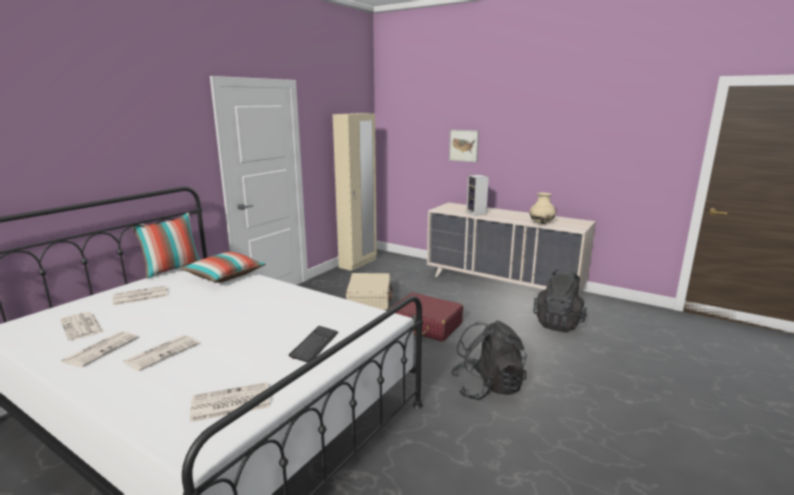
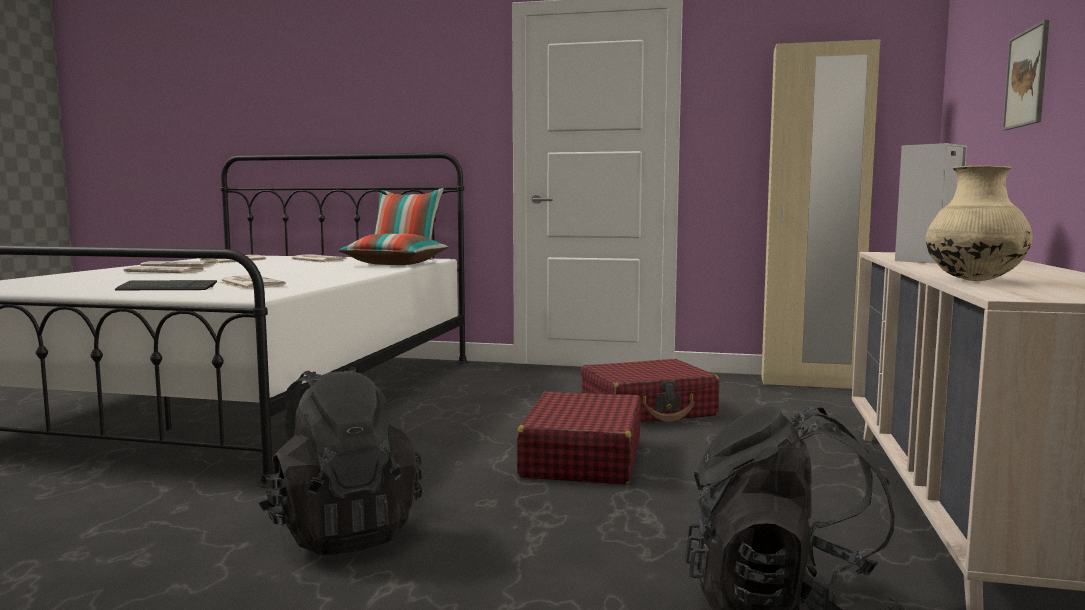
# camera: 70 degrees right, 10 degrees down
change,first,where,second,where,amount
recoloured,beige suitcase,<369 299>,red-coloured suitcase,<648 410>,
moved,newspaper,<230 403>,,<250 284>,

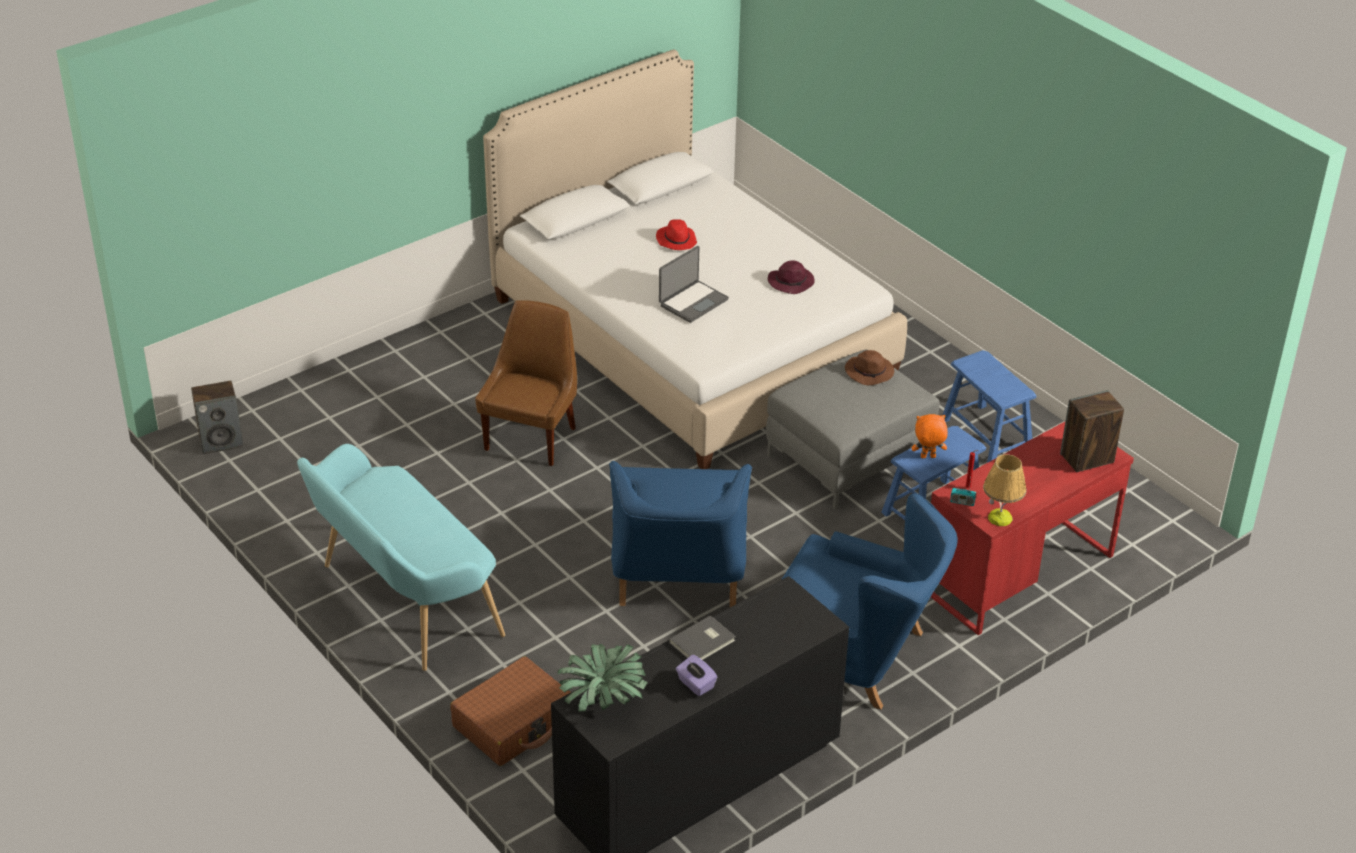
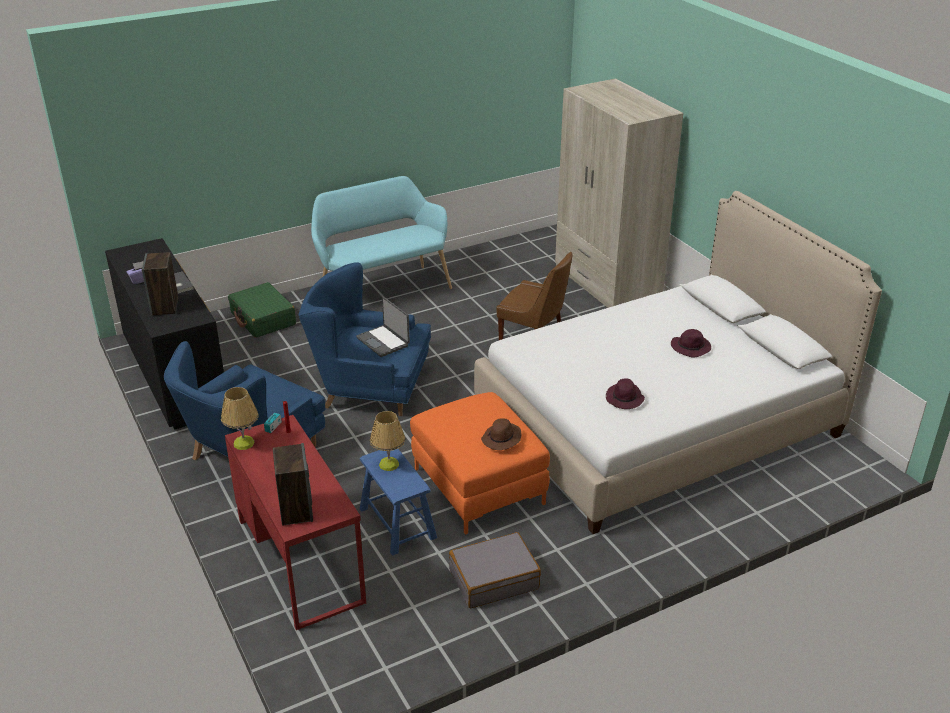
# camera: 100 degrees right, 5 degrees down
change,first,where,second,where,amount
recoloured,red-coloured clothing hat,<676 240>,purple clothing hat,<691 347>,
moved,notebook computer,<692 302>,,<383 341>,
recoloured,grey pouffe,<849 457>,orange pouffe,<479 486>,
replaced,bluish sitting stool,<986 434>,grey suitcase,<493 579>,
moved,audio speaker,<221 441>,,<165 306>,
replaced,orange cuddly toy,<928 457>,lamp for a table,<389 464>,
removed,houseplant,<603 701>,,,
recoloured,brownish suitcase,<514 723>,greenish suitcase,<263 319>,
added,,,beige armoire,<606 283>,

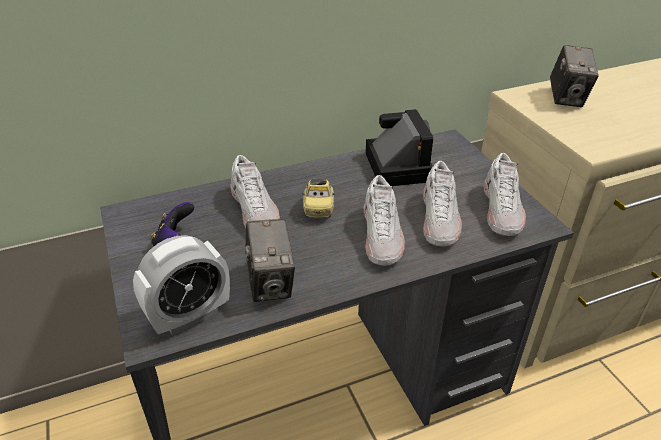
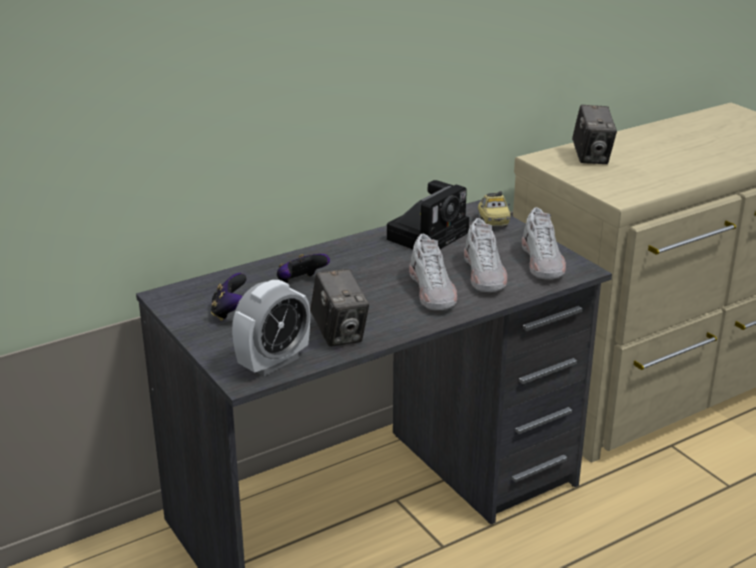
# camera: 10 degrees left, 10 degrees down
change,first,where,second,where,amount
turned,photo camera,<395 165>,,<429 234>,60 degrees clockwise
replaced,white shoe,<255 211>,game controller,<300 283>,
moved,toy car,<318 209>,,<493 222>,

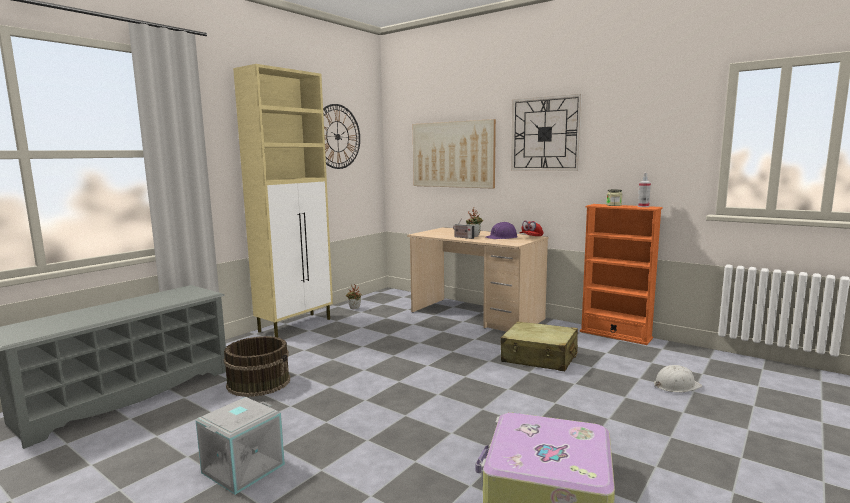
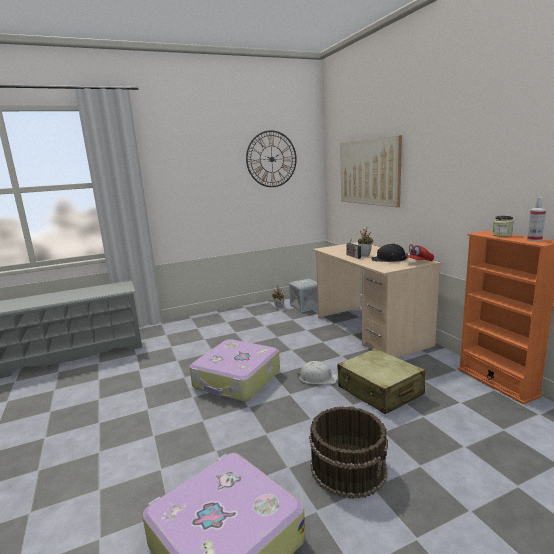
# camera: 30 degrees right, 5 degrees up
change,first,where,second,where,amount
removed,beige storage cabinet,<296 325>,,,
removed,hanging clock,<545 134>,,,
recoloured,purple safety helmet,<502 237>,black-coloured safety helmet,<389 259>,
moved,brownish pail,<259 382>,,<349 468>,
moved,white safety helmet,<676 385>,,<317 378>,
moved,grey storage bin,<243 468>,,<305 306>,
added,,,suitcase,<237 380>,

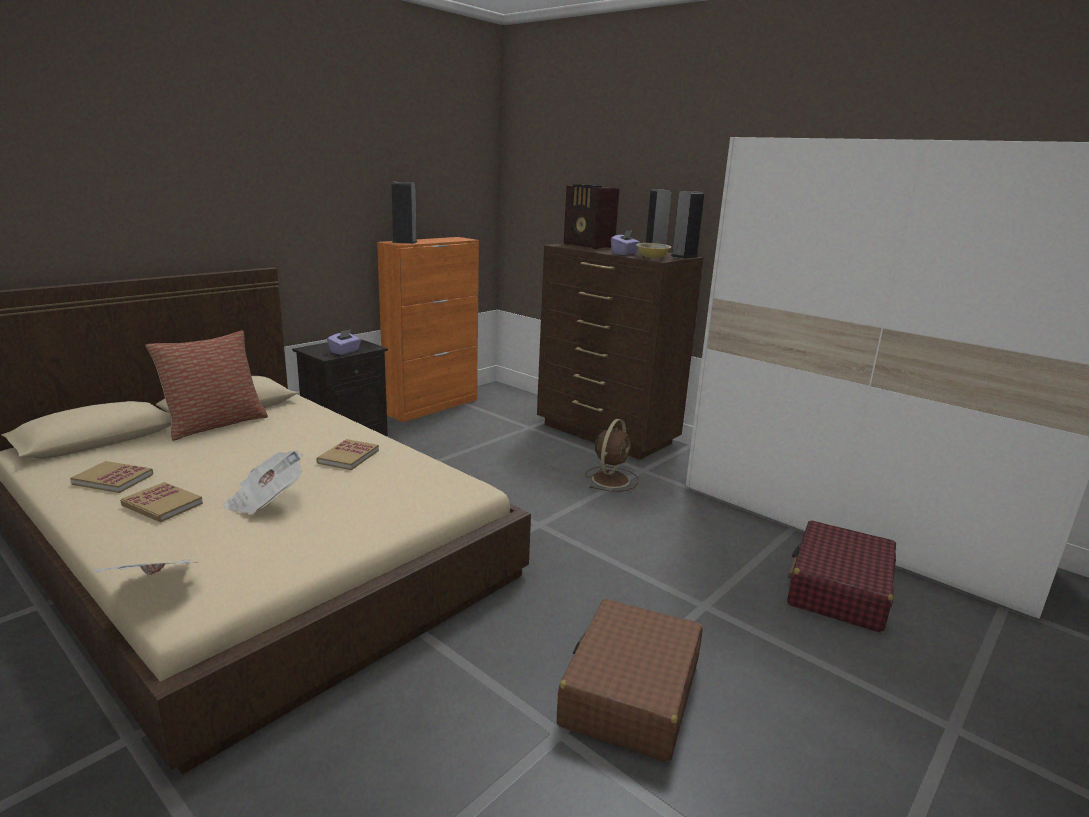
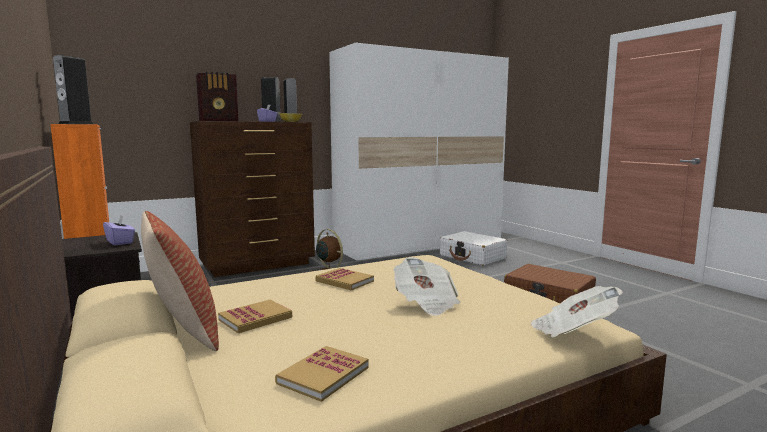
# camera: 70 degrees left, 10 degrees down
change,first,where,second,where,amount
moved,bound book,<162 505>,,<255 319>,
recoloured,red-coloured suitcase,<838 590>,white suitcase,<472 257>,

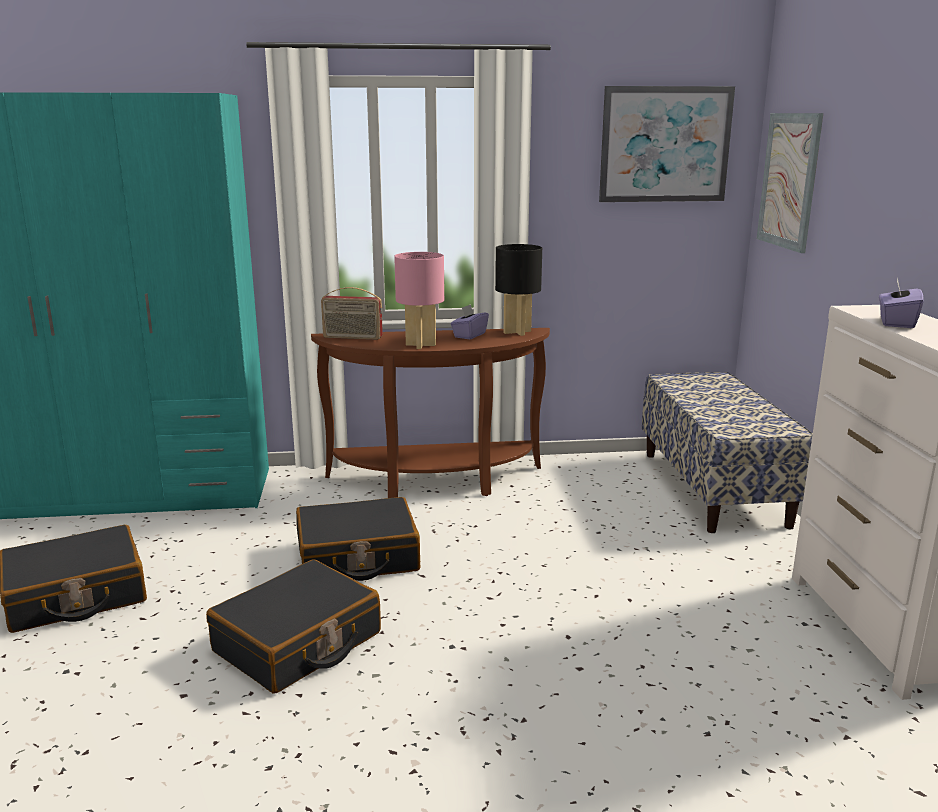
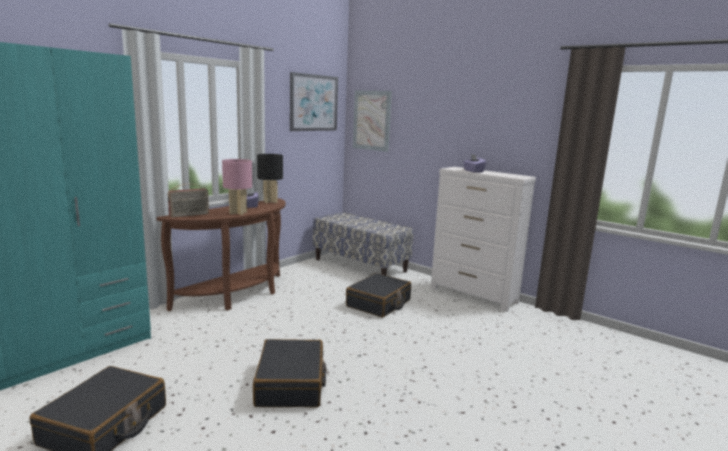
# camera: 45 degrees left, 5 degrees down
change,first,where,second,where,amount
moved,black-coloured suitcase,<357 557>,,<379 303>,

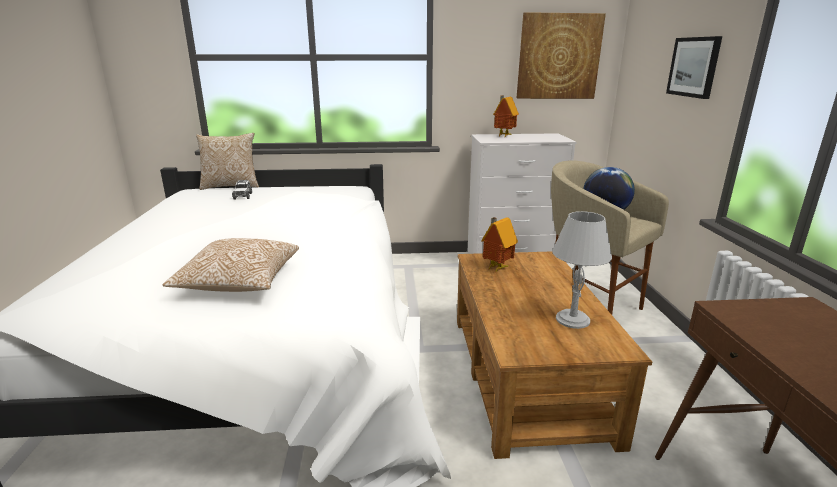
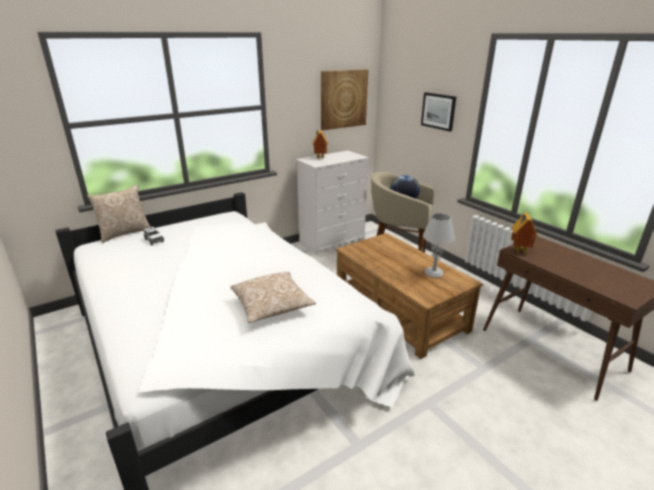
# camera: 30 degrees left, 5 degrees up
change,first,where,second,where,amount
moved,toy house,<496 268>,,<518 250>,

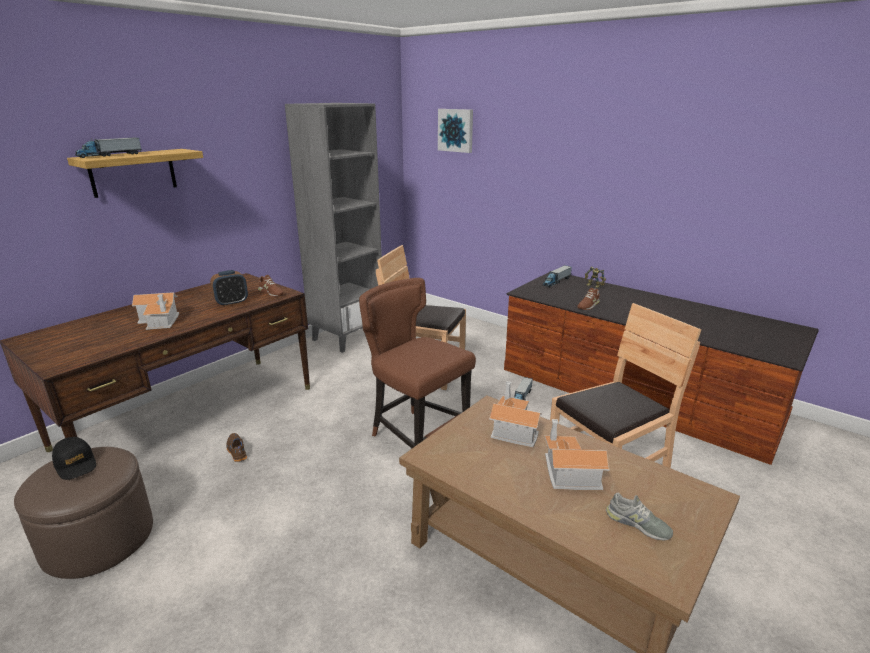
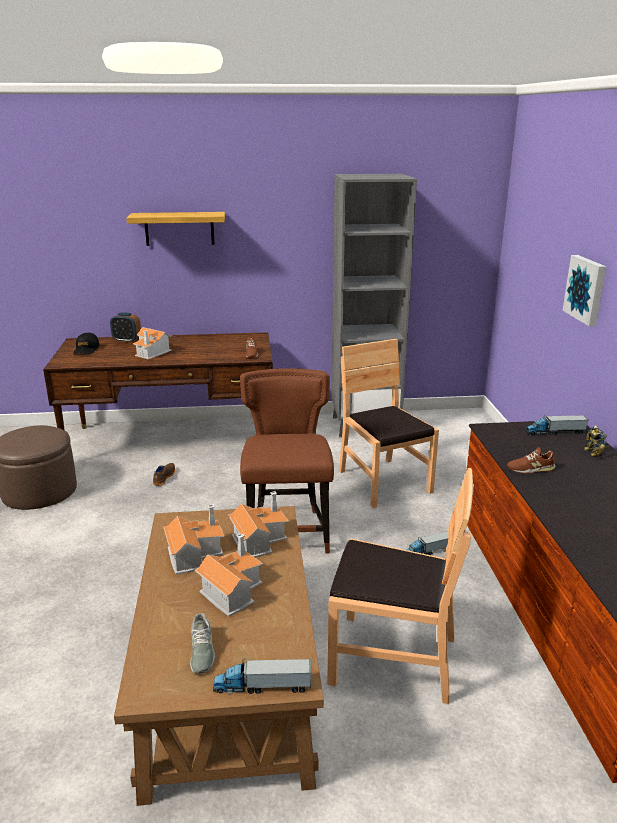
# camera: 45 degrees right, 0 degrees up
change,first,where,second,where,amount
moved,wall picture,<456 130>,,<586 289>,
moved,toy lorry,<110 155>,,<262 686>,
moved,alarm clock,<231 303>,,<127 340>,
moved,black-coloured peaked cap,<75 464>,,<86 349>,
added,,,toy house,<194 553>,

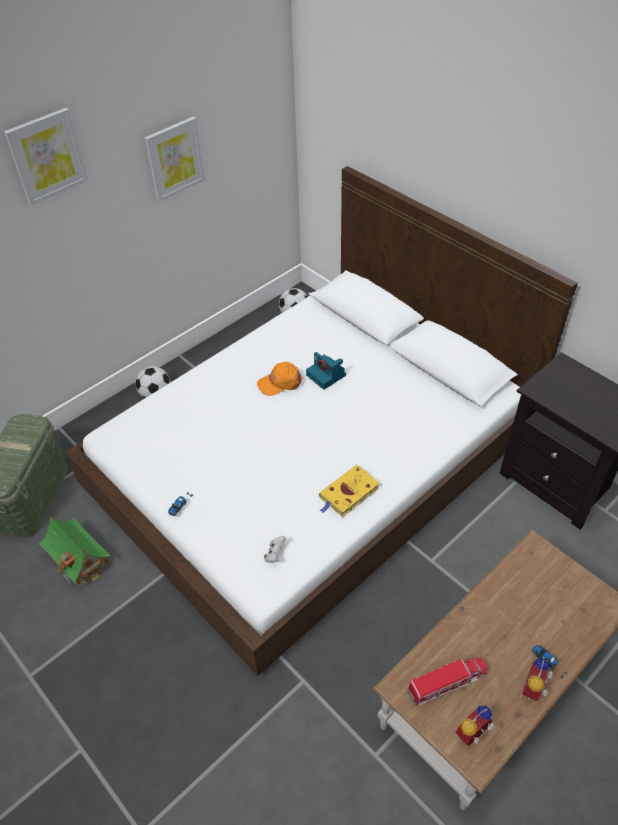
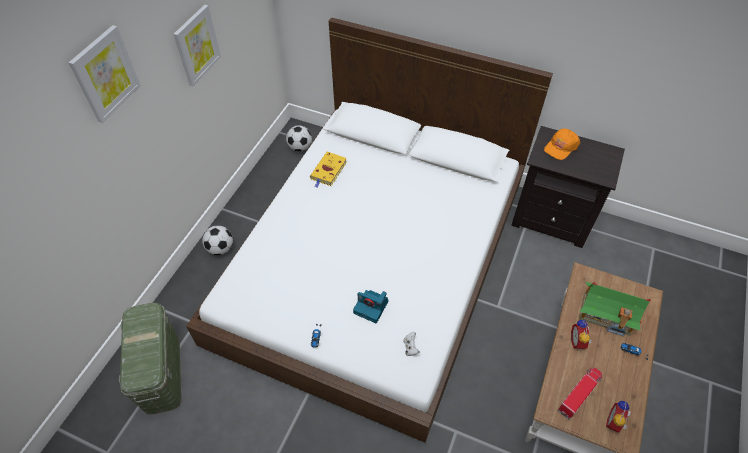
# camera: 25 degrees left, 5 degrees up
change,first,where,second,where,amount
moved,photo camera,<327 375>,,<372 307>,
moved,orange peaked cap,<280 382>,,<561 147>,
moved,yellow bound book,<348 494>,,<328 171>,
moved,toy house,<79 559>,,<607 313>,
moved,alarm clock,<534 689>,,<578 342>,

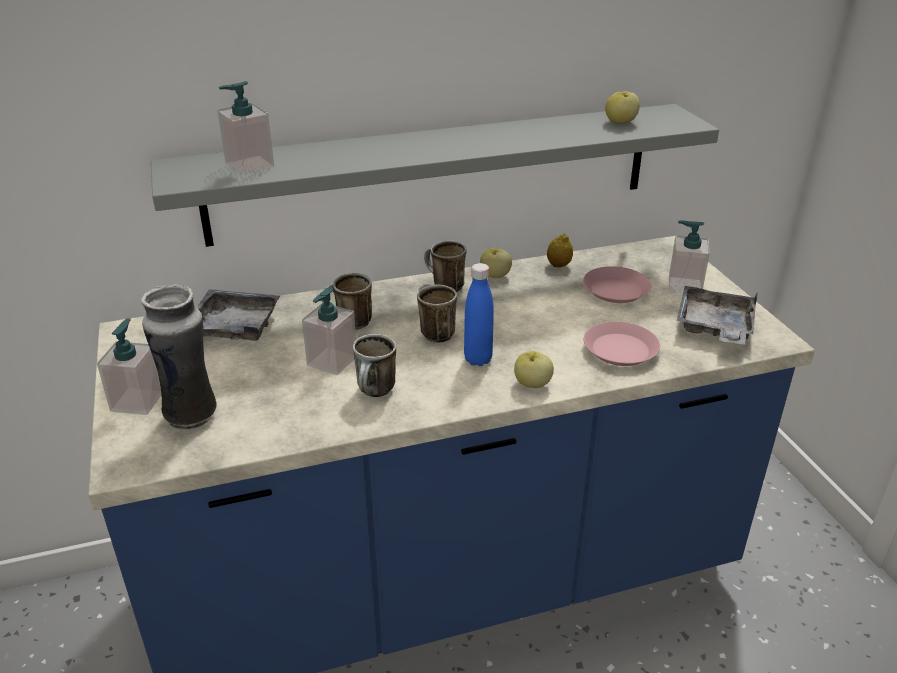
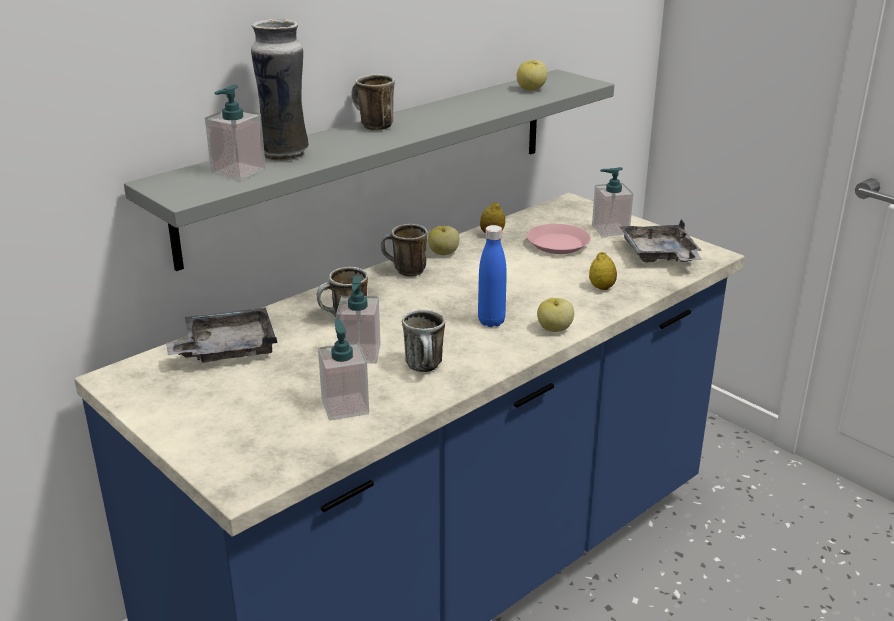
# camera: 25 degrees left, 5 degrees down
change,first,where,second,where,amount
moved,flower vase,<192 415>,,<285 154>,
moved,coffee mug,<433 333>,,<371 125>,
moved,soap bottle,<137 401>,,<345 406>,
replaced,pink-coloured plate,<620 349>,citrus fruit,<601 287>,

